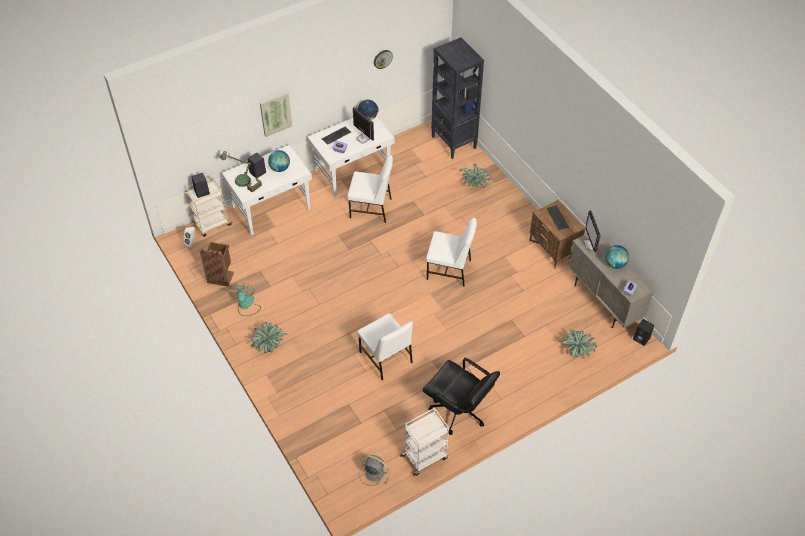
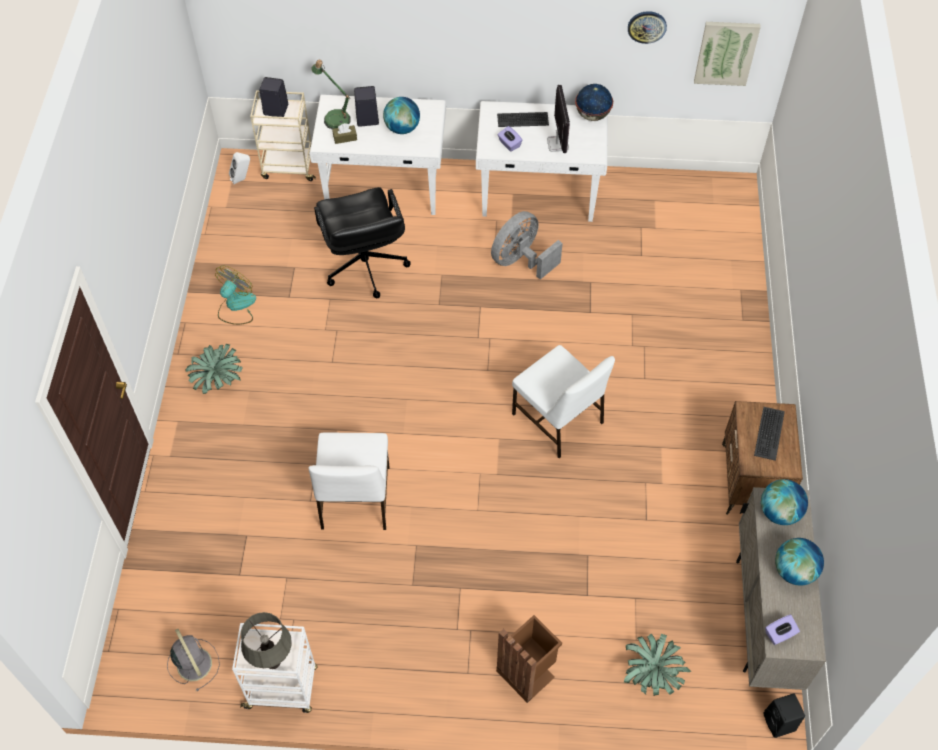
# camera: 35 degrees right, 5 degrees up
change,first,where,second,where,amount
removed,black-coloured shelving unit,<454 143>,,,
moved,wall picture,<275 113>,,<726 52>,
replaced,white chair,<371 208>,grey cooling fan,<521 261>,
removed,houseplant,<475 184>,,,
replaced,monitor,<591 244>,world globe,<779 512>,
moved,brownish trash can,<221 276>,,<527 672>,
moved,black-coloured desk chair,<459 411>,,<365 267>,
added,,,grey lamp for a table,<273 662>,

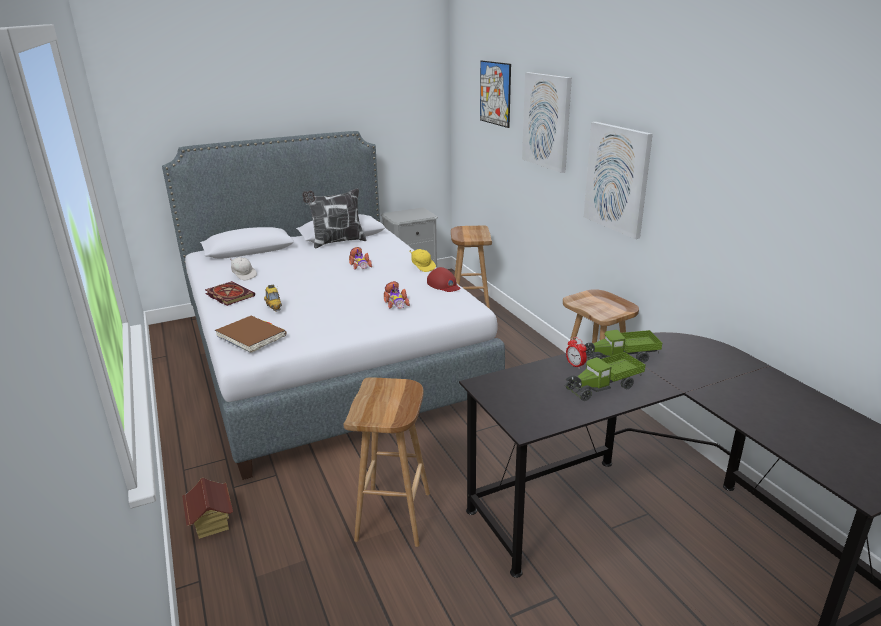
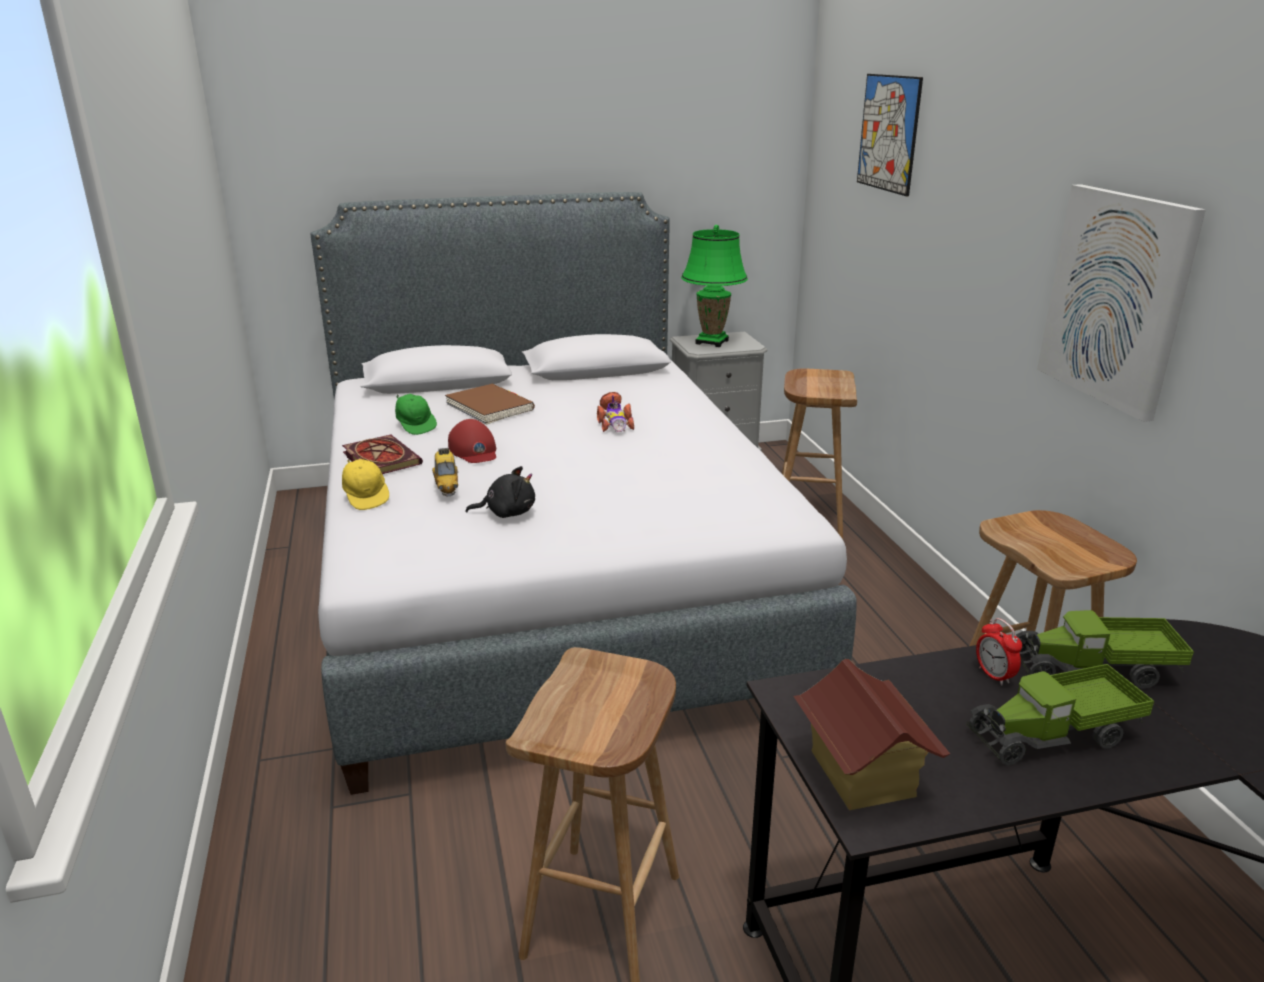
# camera: 10 degrees right, 0 degrees up
change,first,where,second,where,amount
removed,wall picture,<547 121>,,,
removed,pillow,<337 242>,,,
moved,yellow peaked cap,<422 267>,,<366 497>,
recoloured,white peaked cap,<244 275>,greenish peaked cap,<416 426>,
moved,red-coloured peaked cap,<443 285>,,<474 450>,
removed,toy car,<396 302>,,,
moved,brownish bound book,<251 336>,,<490 407>,
moved,toy house,<211 523>,,<861 774>,
added,,,greenish lamp for a table,<712 342>,
added,,,black-coloured cuddly toy,<507 513>,

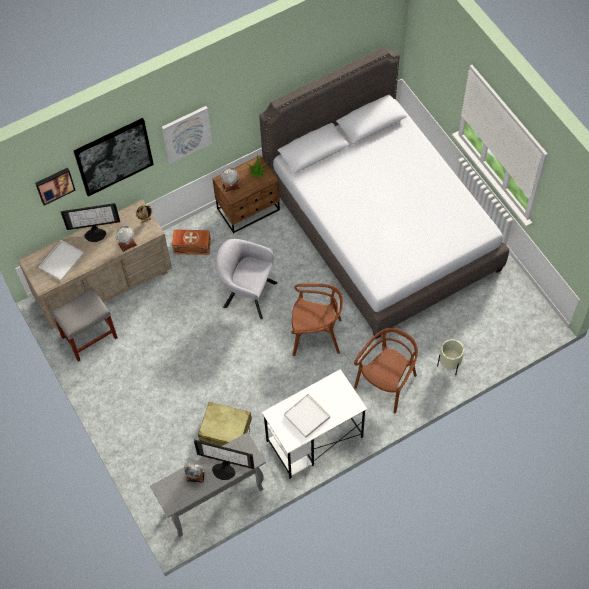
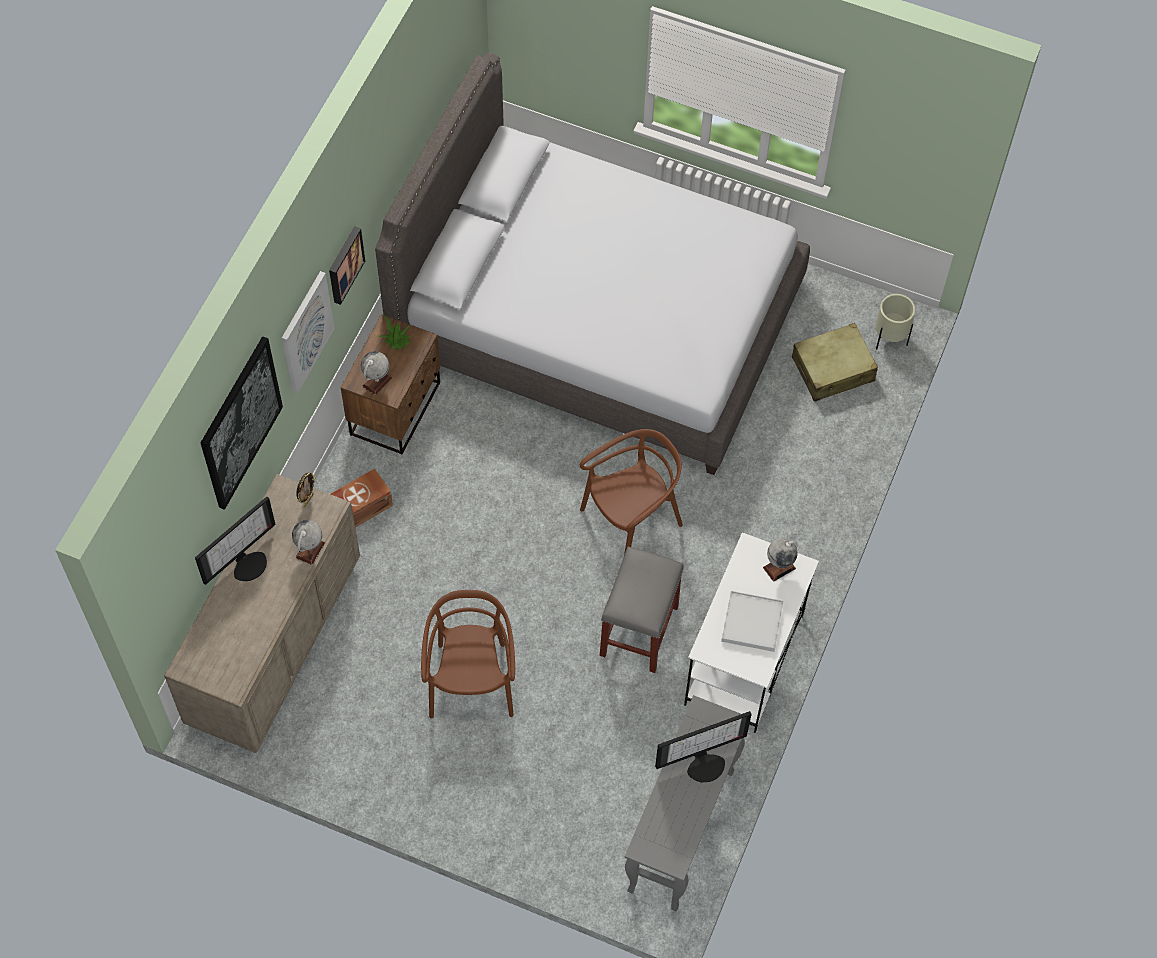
# camera: 40 degrees left, 0 degrees up
change,first,where,second,where,amount
moved,wall picture,<54 185>,,<344 264>,
removed,grey lounge chair,<247 293>,,,
removed,white carrying tray,<61 260>,,,
moved,grey sitting stool,<90 336>,,<639 629>,
moved,brownish chair,<386 383>,,<471 682>,
moved,beige flower pot,<448 365>,,<889 339>,
moved,beige suitcase,<226 430>,,<833 369>,
moved,world globe,<195 476>,,<779 567>,

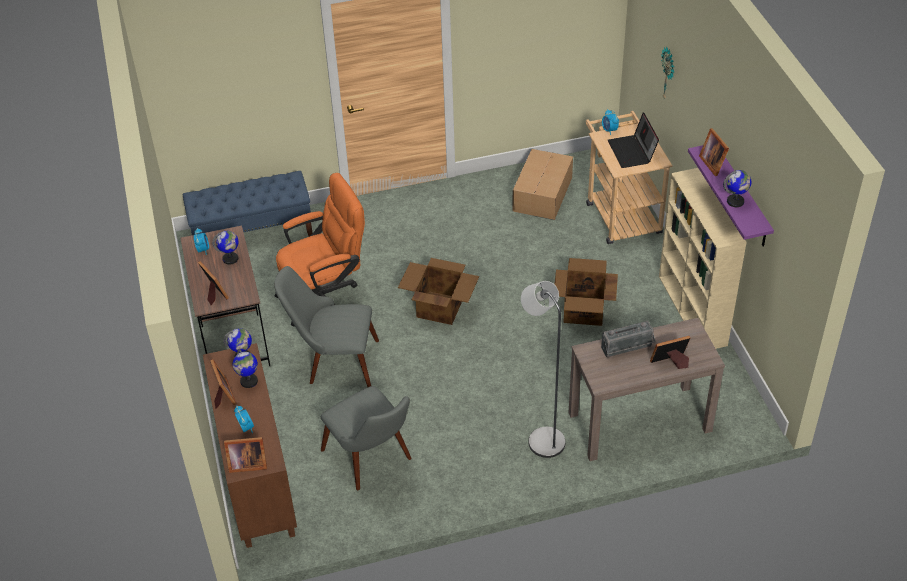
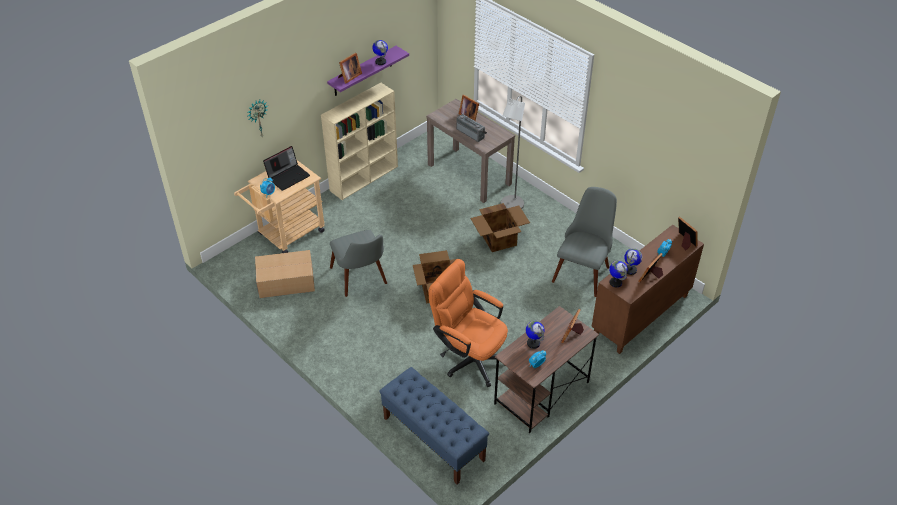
# camera: 120 degrees left, 0 degrees up
change,first,where,second,where,amount
moved,packing box,<583 311>,,<499 239>,
moved,grey chair,<333 361>,,<361 280>,

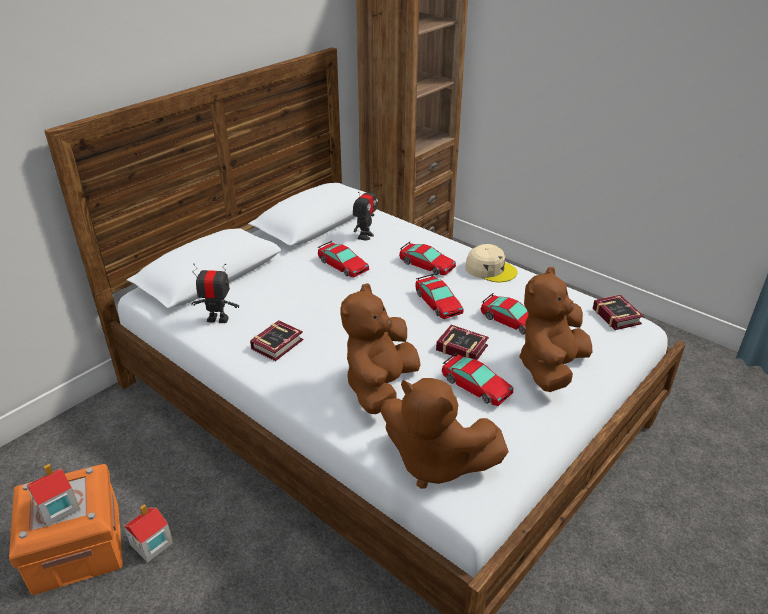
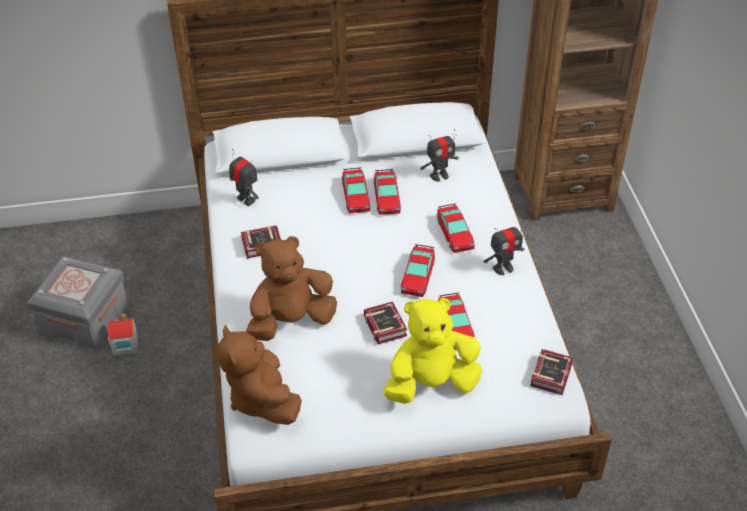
# camera: 40 degrees right, 10 degrees up
change,first,where,second,where,amount
replaced,beige peaked cap,<490 269>,robot figure,<503 268>,
recoloured,brownish cuddly toy,<550 368>,yellow cuddly toy,<431 384>,
moved,toy car,<475 386>,,<355 196>,
recoloured,orange storage bin,<77 547>,grey storage bin,<85 319>,
removed,toy house,<57 508>,,,

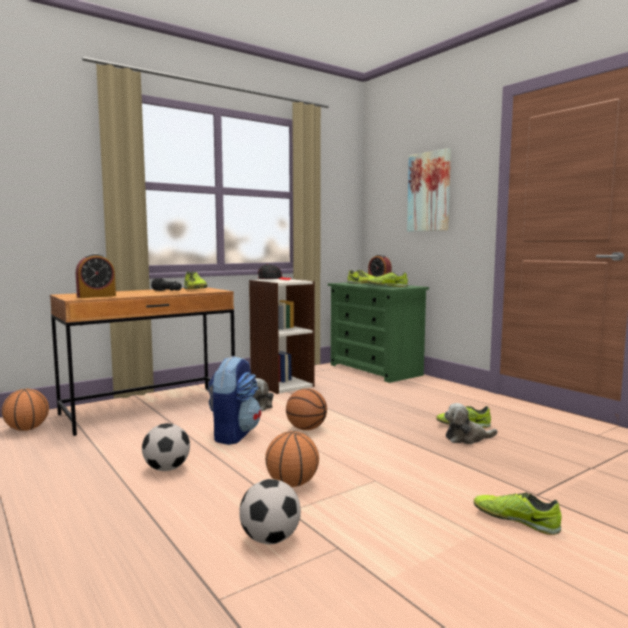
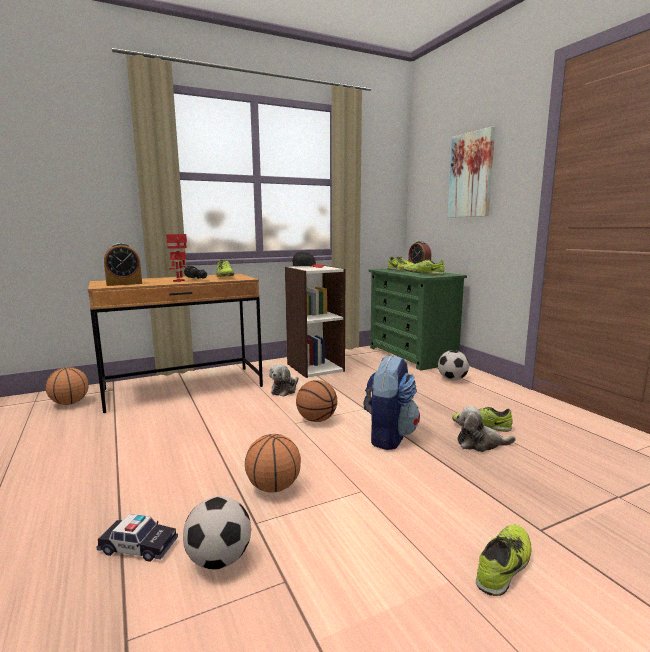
# camera: 10 degrees right, 5 degrees up
change,first,where,second,where,amount
moved,rucksack,<233 434>,,<389 436>,
moved,football ball,<167 469>,,<452 379>,
turned,shoe,<515 520>,,<504 565>,90 degrees clockwise
added,,,robot figure,<179 281>,
added,,,toy car,<138 546>,

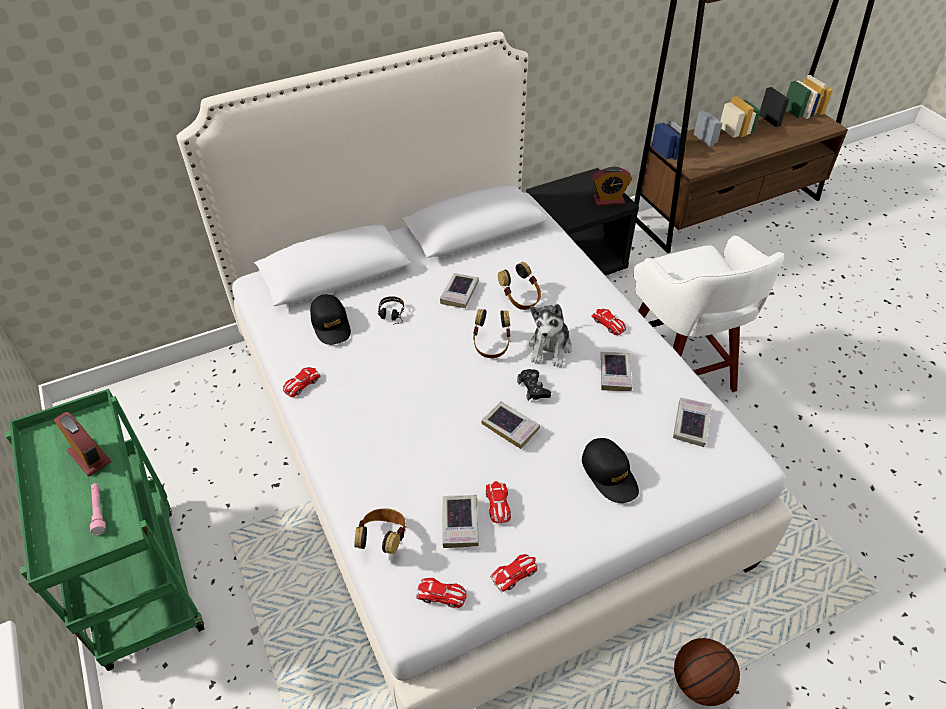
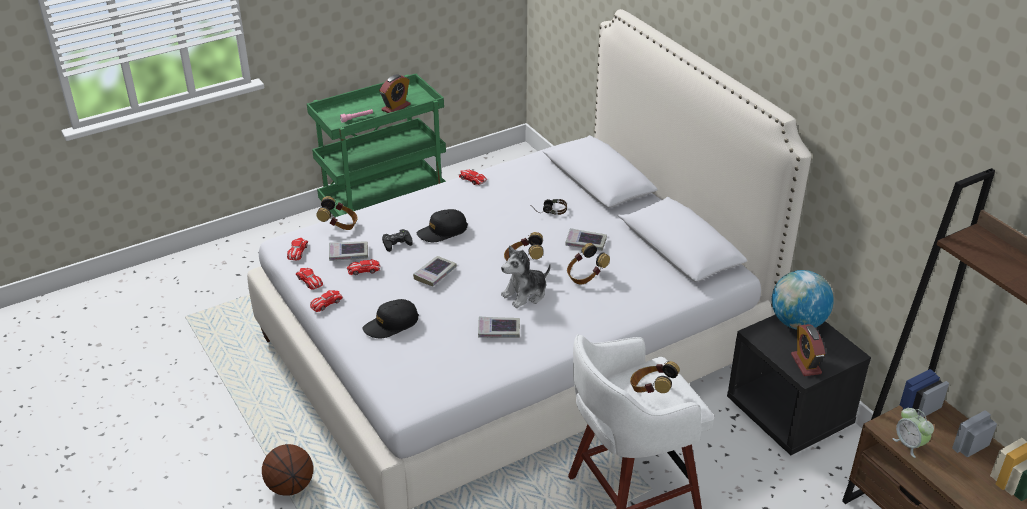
# camera: 85 degrees right, 10 degrees down
change,first,where,second,where,amount
moved,black-coloured peaked cap,<331 325>,,<442 231>,
turned,cuddly toy,<550 348>,,<525 294>,45 degrees counterclockwise
moved,toy car,<609 324>,,<326 303>,
moved,black-coloured game controller,<533 388>,,<397 243>,
removed,bound book,<691 424>,,,
added,,,world globe,<797 322>,
added,,,headset,<651 390>,
added,,,alarm clock,<909 445>,

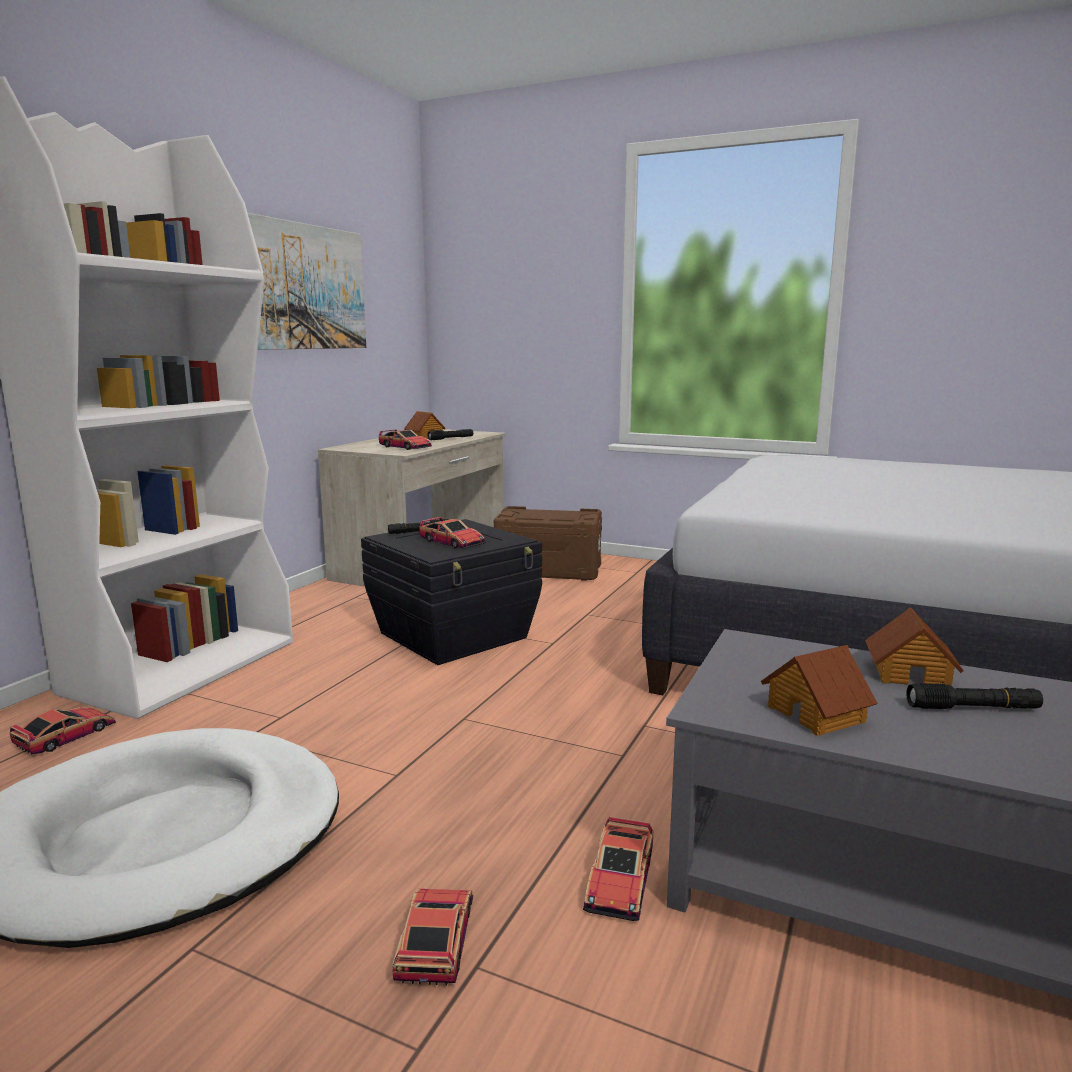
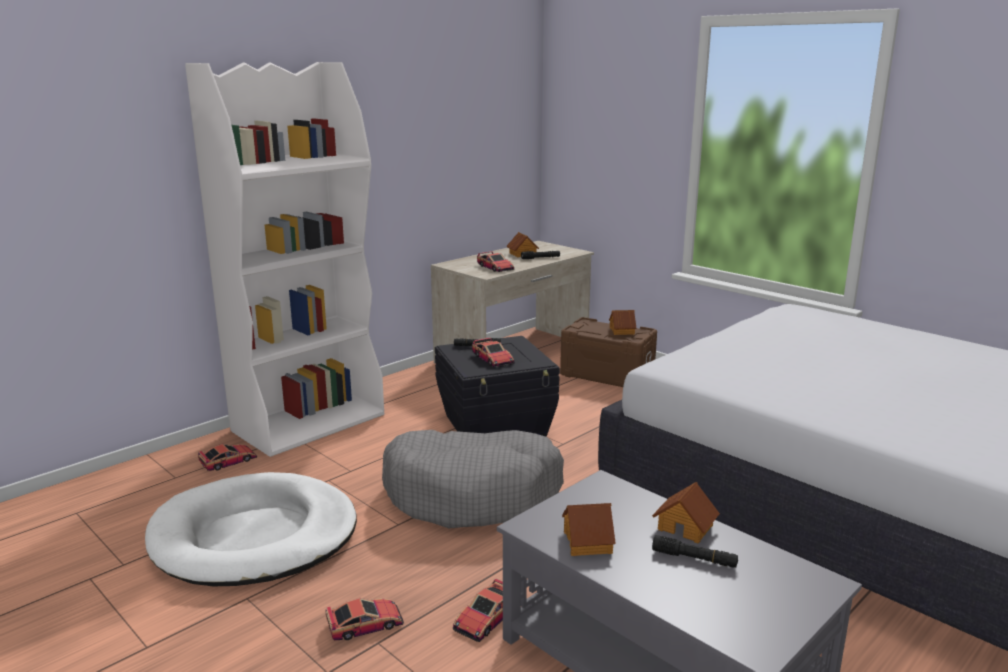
# camera: 20 degrees right, 5 degrees up
change,first,where,second,where,amount
removed,wall picture,<302 287>,,,
turned,toy car,<436 940>,,<365 624>,45 degrees clockwise
added,,,toy house,<621 331>,
added,,,grey dog bed,<473 494>,

